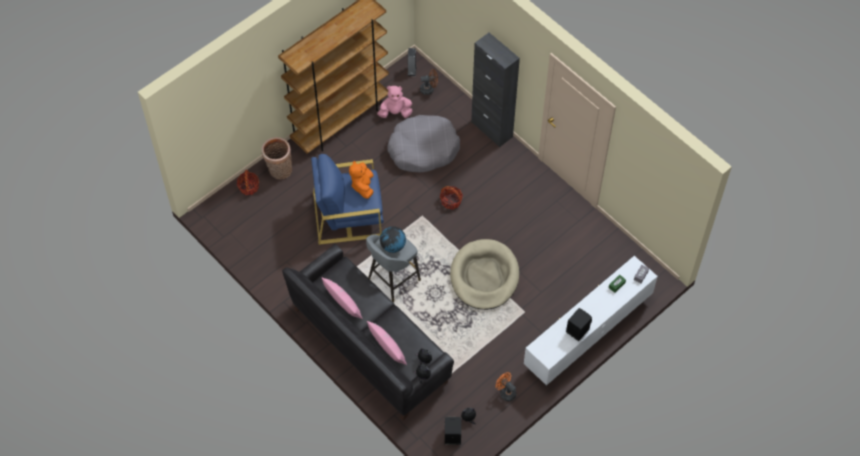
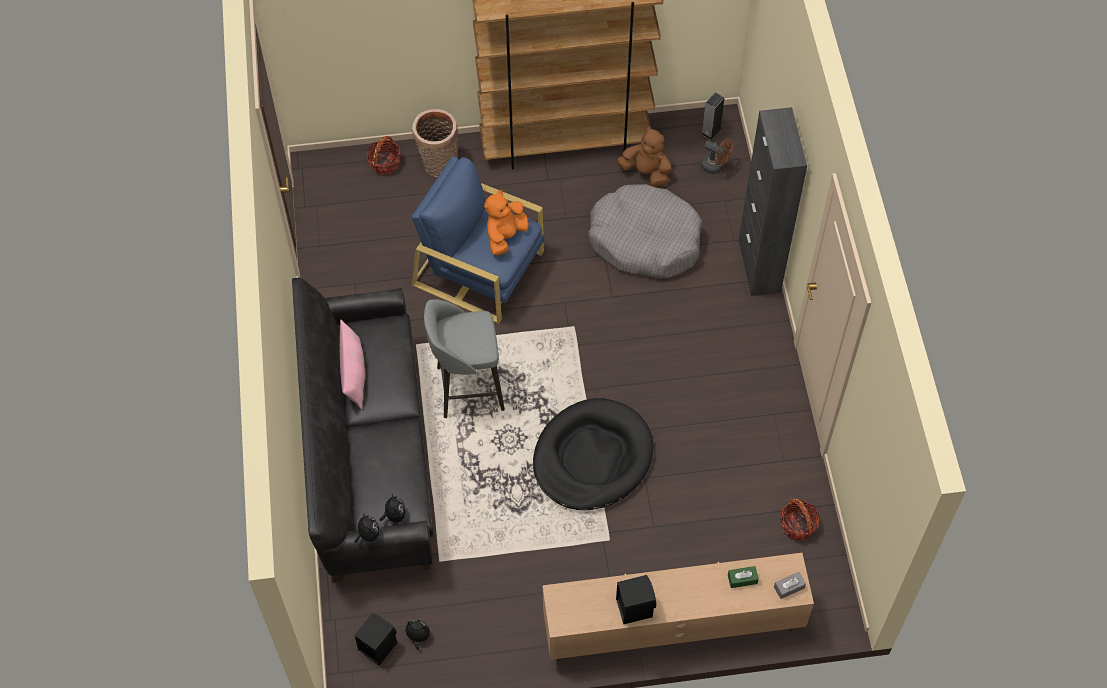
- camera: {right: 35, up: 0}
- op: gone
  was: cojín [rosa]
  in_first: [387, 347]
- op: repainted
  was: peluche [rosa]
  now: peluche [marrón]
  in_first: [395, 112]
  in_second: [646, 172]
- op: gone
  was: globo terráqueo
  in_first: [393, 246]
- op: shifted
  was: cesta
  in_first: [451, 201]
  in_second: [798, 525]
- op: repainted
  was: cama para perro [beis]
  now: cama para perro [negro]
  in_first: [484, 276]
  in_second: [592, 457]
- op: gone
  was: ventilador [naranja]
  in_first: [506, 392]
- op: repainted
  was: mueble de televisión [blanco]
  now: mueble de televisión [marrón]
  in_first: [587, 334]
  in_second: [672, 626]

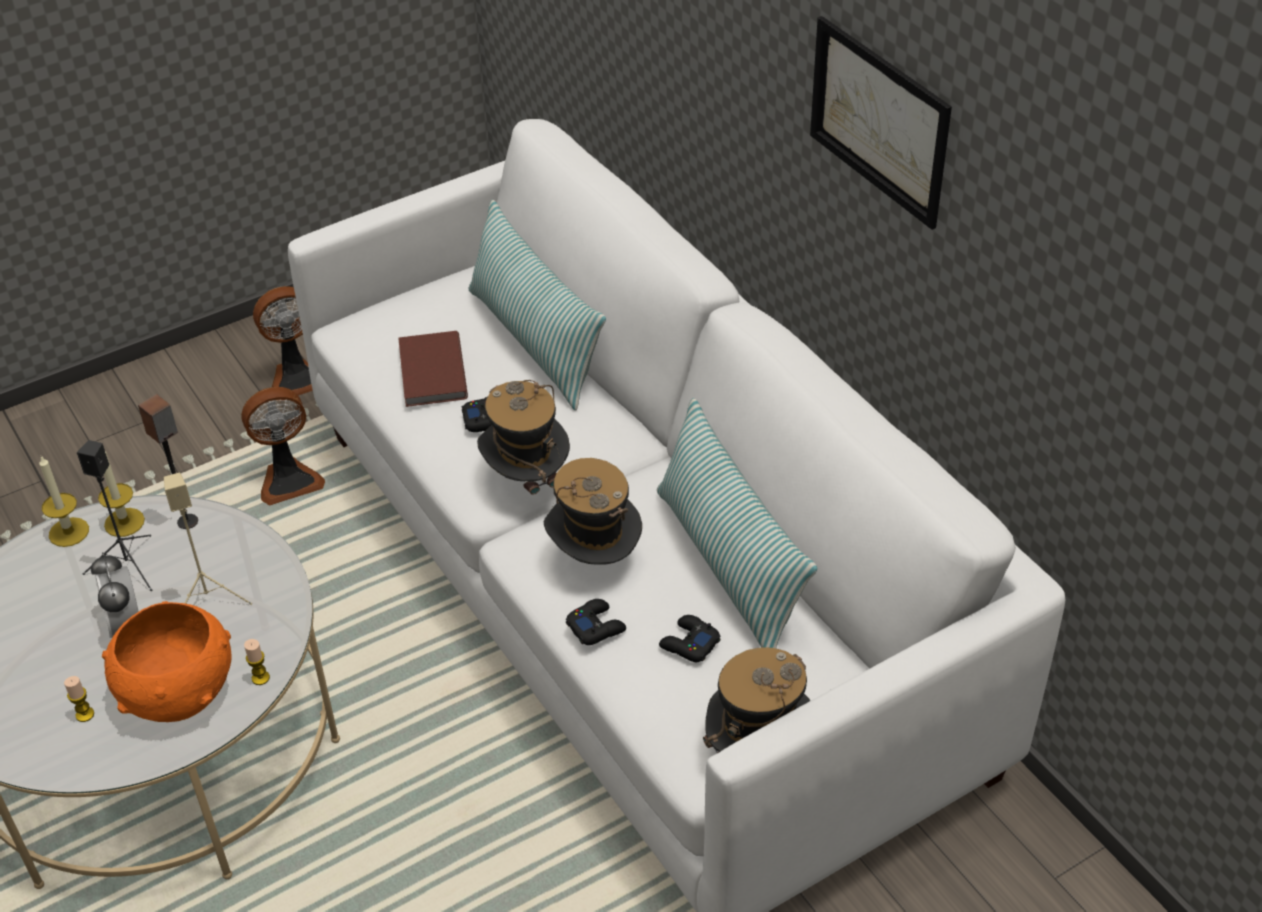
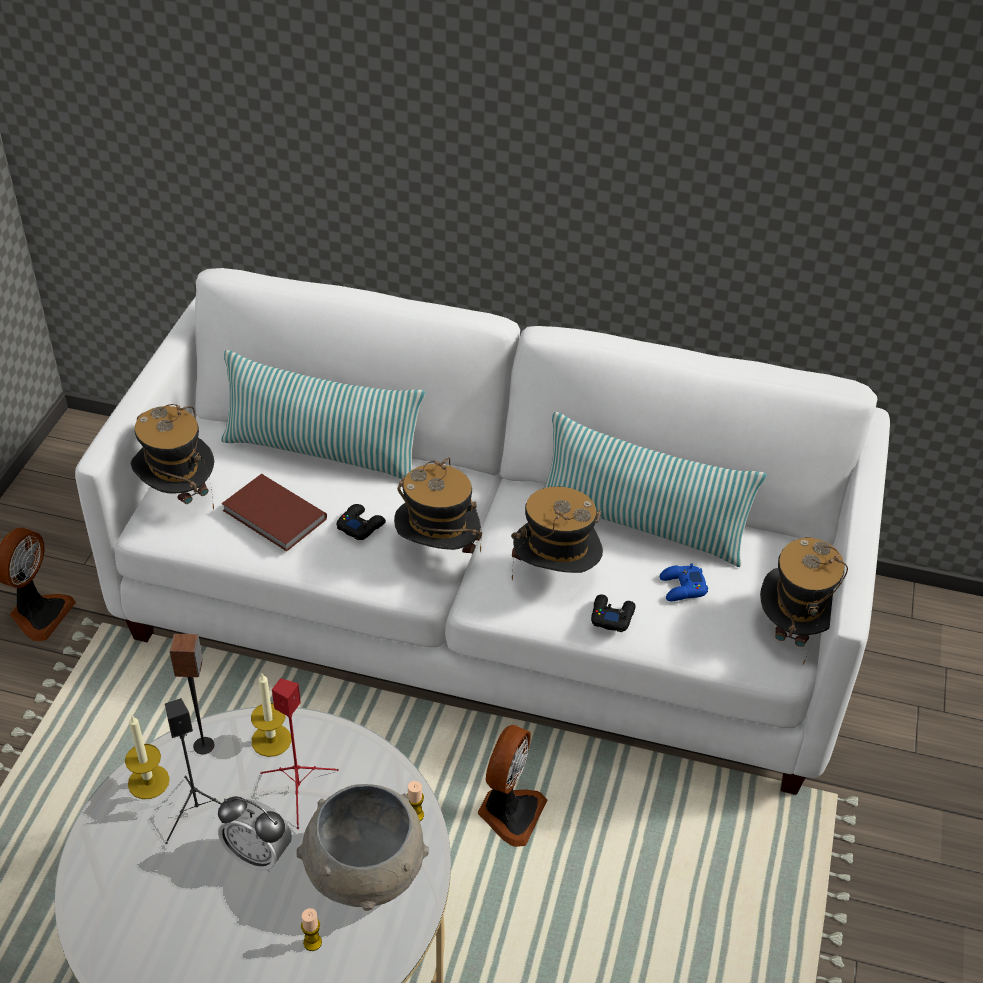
- camera: {right: -45, up: 0}
- op: shifted
  was: vela
  in_first: [69, 532]
  in_second: [271, 740]
- op: repainted
  was: cuenco [naranja]
  now: cuenco [gris]
  in_first: [178, 692]
  in_second: [365, 871]
- op: repainted
  was: altavoz [beis]
  now: altavoz [rojo]
  in_first: [209, 599]
  in_second: [299, 789]
- op: shifted
  was: ventilador
  in_first: [289, 480]
  in_second: [509, 813]
- op: repainted
  was: mando de consola [negro]
  now: mando de consola [azul]
  in_first: [689, 644]
  in_second: [682, 588]
- op: gone
  was: cuadro
  in_first: [878, 121]
- op: new
  now: sombrero
  in_second: [178, 495]

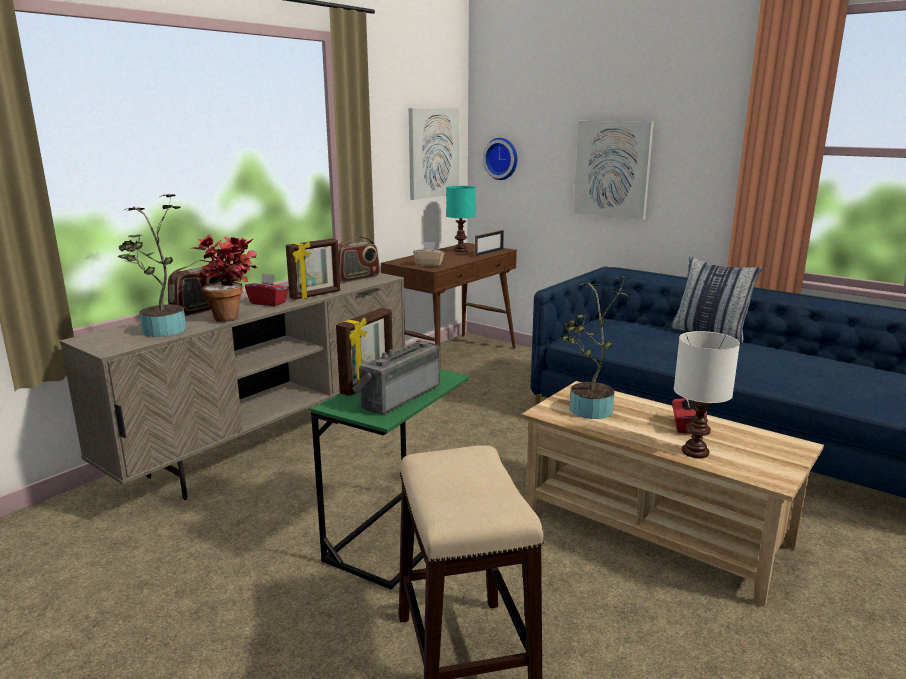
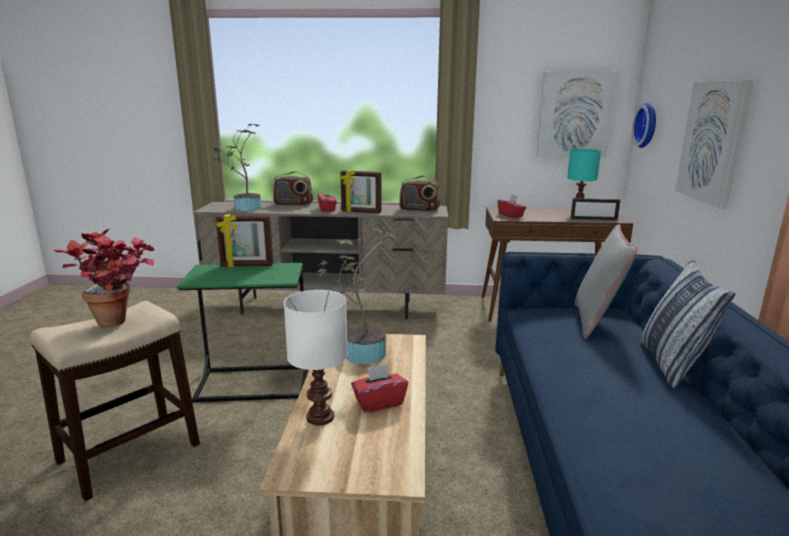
- camera: {right: 55, up: 0}
- op: shifted
  was: planta en maceta
  in_first: [234, 317]
  in_second: [121, 323]
- op: gone
  was: radio
  in_first: [397, 396]
- op: repainted
  was: caja de pañuelos [beis]
  now: caja de pañuelos [rojo]
  in_first: [429, 264]
  in_second: [511, 215]
- op: new
  now: cojín [gris]
  in_second: [596, 322]

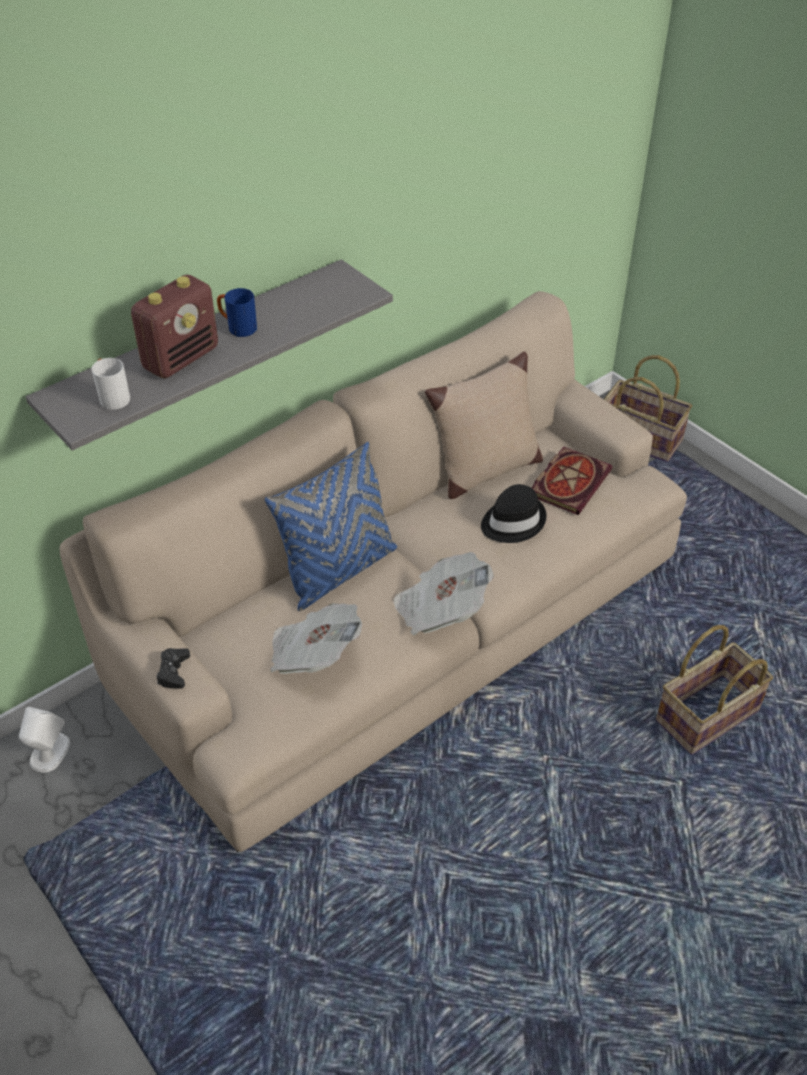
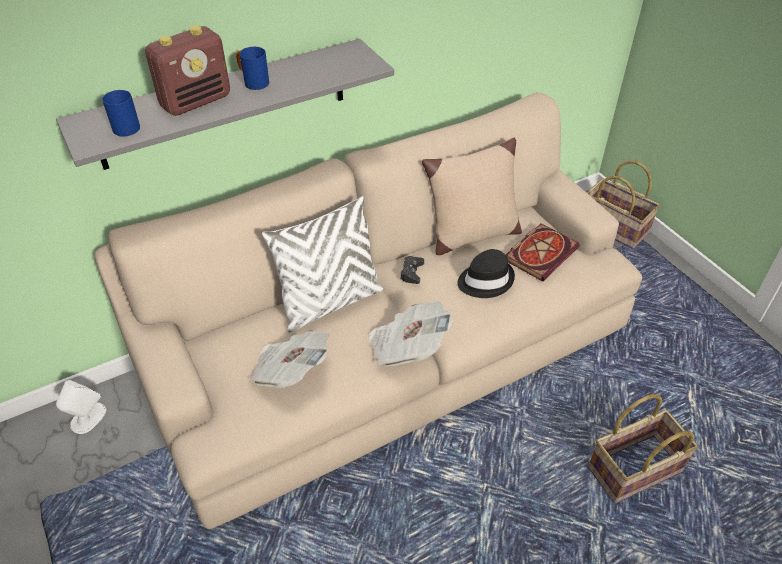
- camera: {right: 10, up: 0}
- op: repainted
  was: taza grande [blanco]
  now: taza grande [azul]
  in_first: [112, 397]
  in_second: [126, 126]
- op: shifted
  was: mando de consola [negro]
  in_first: [173, 672]
  in_second: [411, 273]
- op: repainted
  was: cojín [azul]
  now: cojín [blanco]
  in_first: [338, 570]
  in_second: [330, 302]

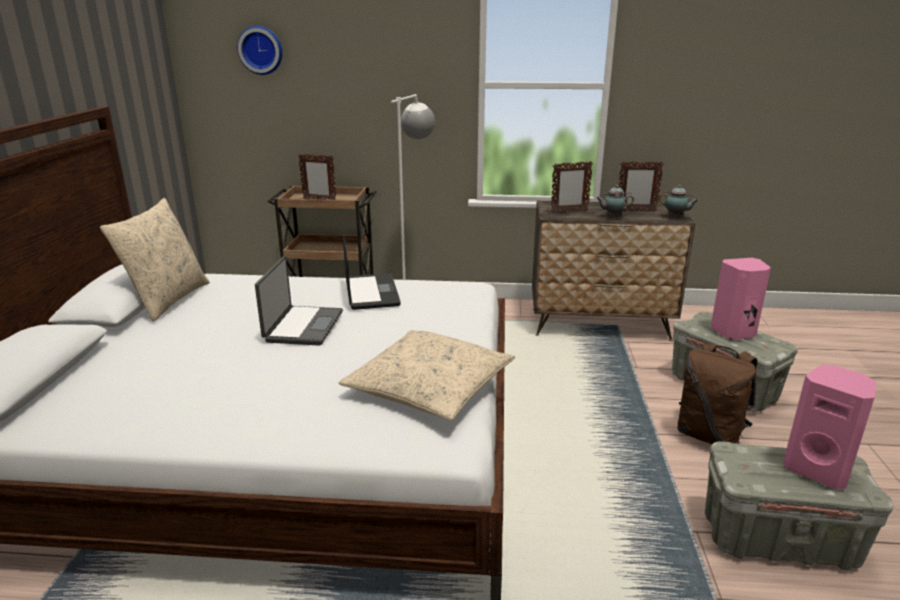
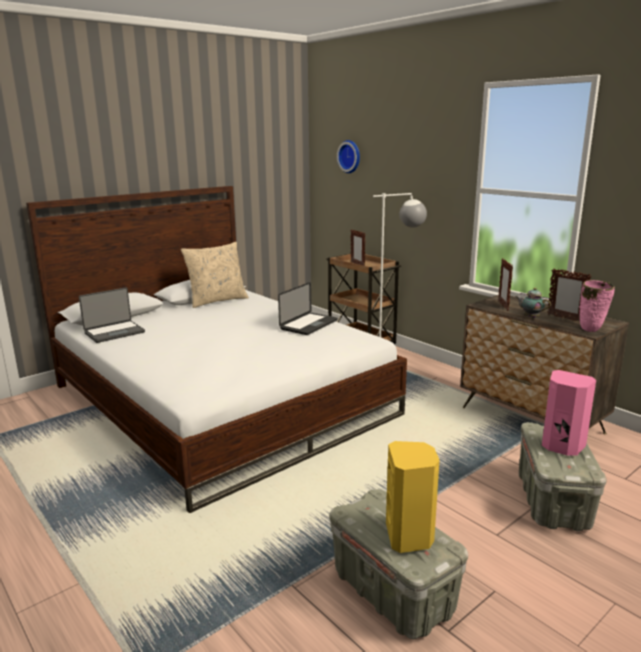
- camera: {right: 45, up: -5}
- op: shifted
  was: portátil
  in_first: [302, 326]
  in_second: [114, 332]
- op: gone
  was: cojín [beis]
  in_first: [429, 387]
- op: rotated
  was: portarretratos
  in_first: [569, 212]
  in_second: [503, 306]
  clockwise: 60
- op: swapped
  was: tetera
  now: florero [rosa]
  in_first: [676, 217]
  in_second: [591, 330]
- op: gone
  was: mochila [marrón]
  in_first: [709, 435]
- op: repainted
  was: altavoz [rosa]
  now: altavoz [amarillo]
  in_first: [817, 470]
  in_second: [410, 536]

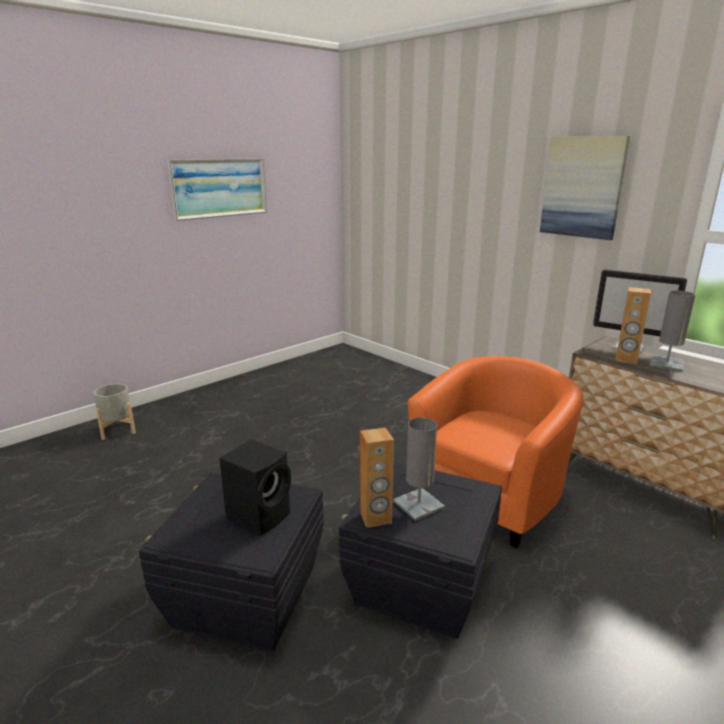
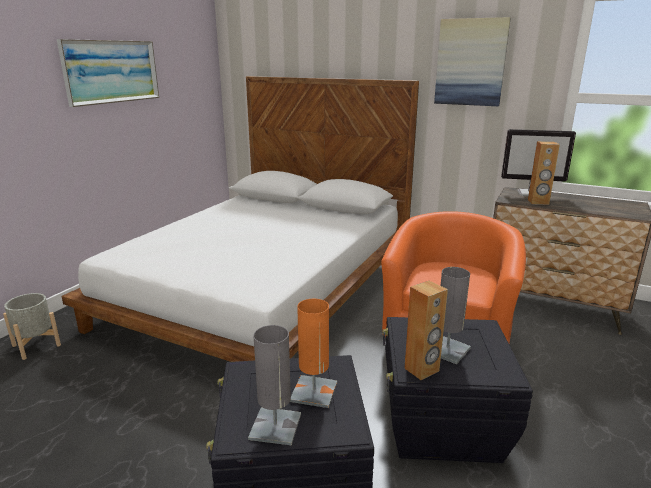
- camera: {right: -20, up: 0}
- op: swapped
  was: altavoz [negro]
  now: lámpara de mesa [naranja]
  in_first: [260, 515]
  in_second: [314, 392]
- op: shifted
  was: lámpara de mesa [gris]
  in_first: [666, 364]
  in_second: [275, 426]
- op: new
  now: cama [blanco]
  in_second: [265, 290]

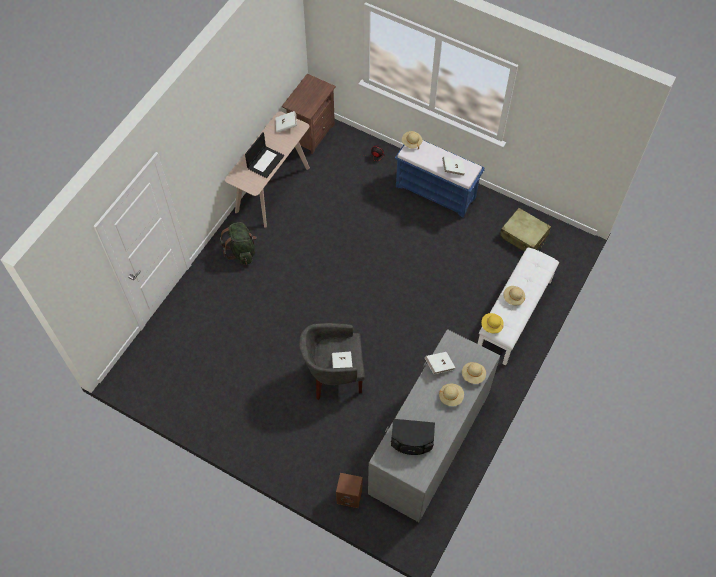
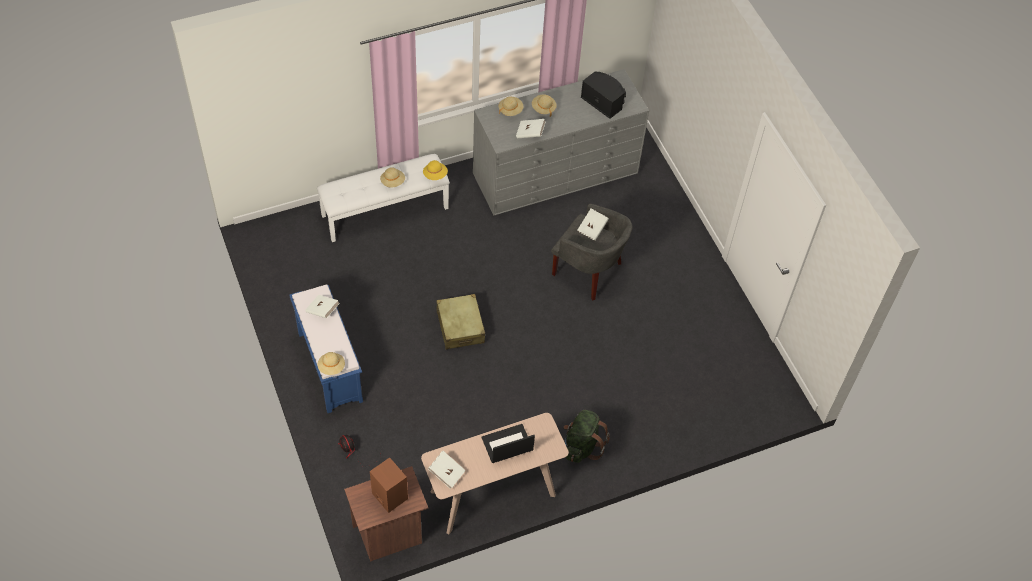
- camera: {right: -145, up: -5}
- op: shifted
  was: altavoz [marrón]
  in_first: [350, 496]
  in_second: [388, 496]
- op: shifted
  was: maleta [beis]
  in_first: [524, 236]
  in_second: [460, 326]

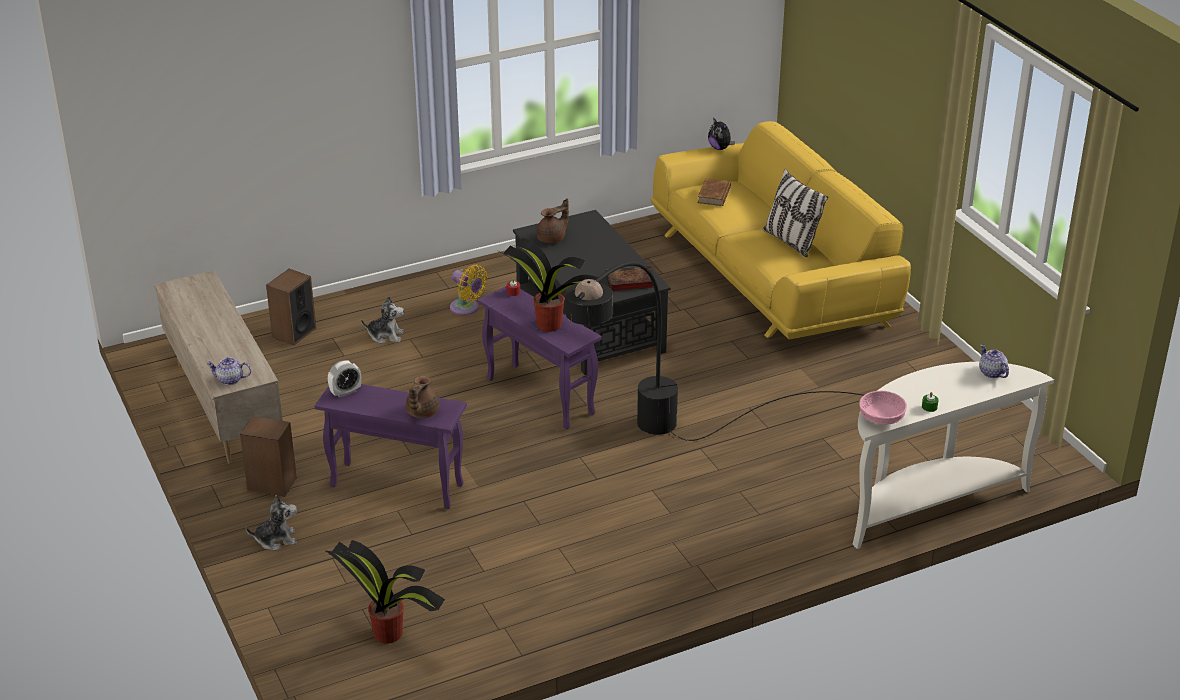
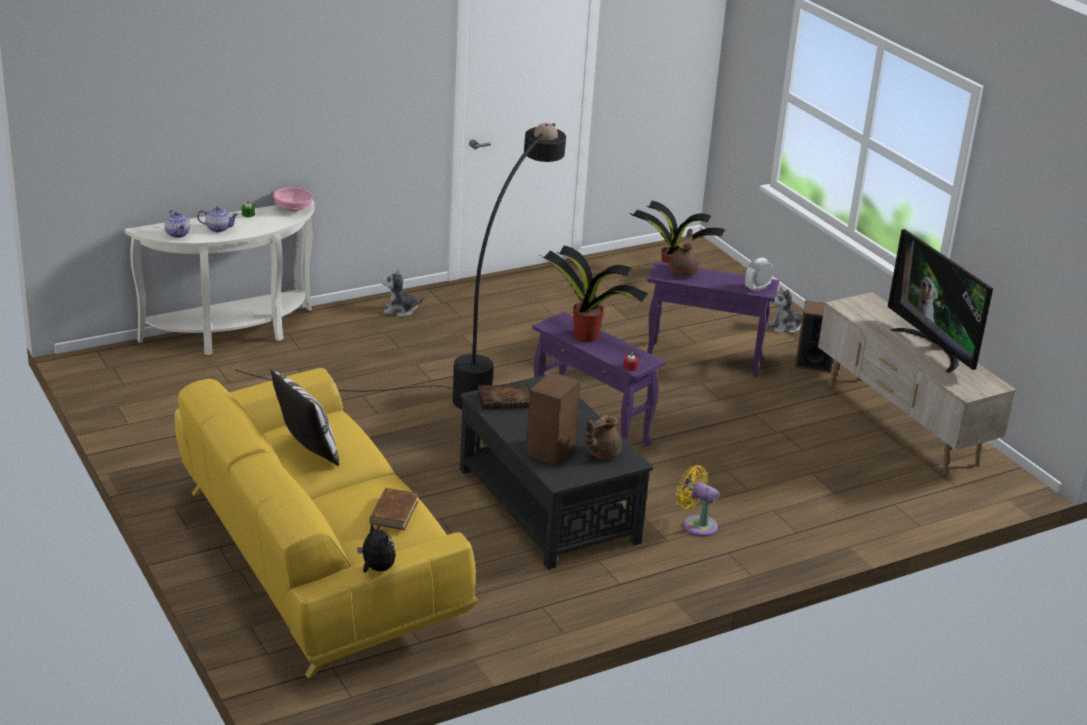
- camera: {right: 175, up: -5}
- op: shifted
  was: tetera
  in_first: [230, 380]
  in_second: [218, 228]
- op: shifted
  was: altavoz
  in_first: [294, 333]
  in_second: [551, 451]
- op: shifted
  was: peluche
  in_first: [386, 336]
  in_second: [400, 310]
- op: new
  now: televisor
  in_second: [933, 348]

